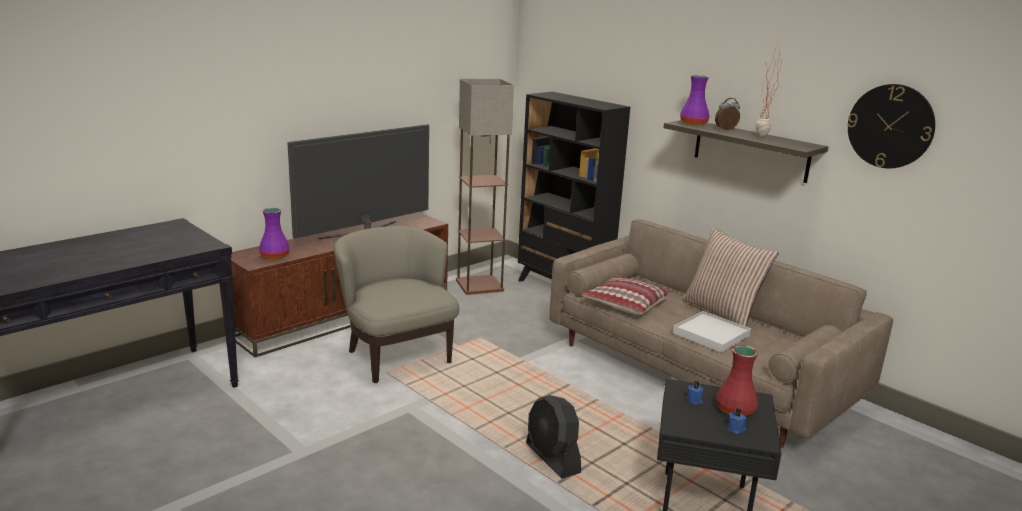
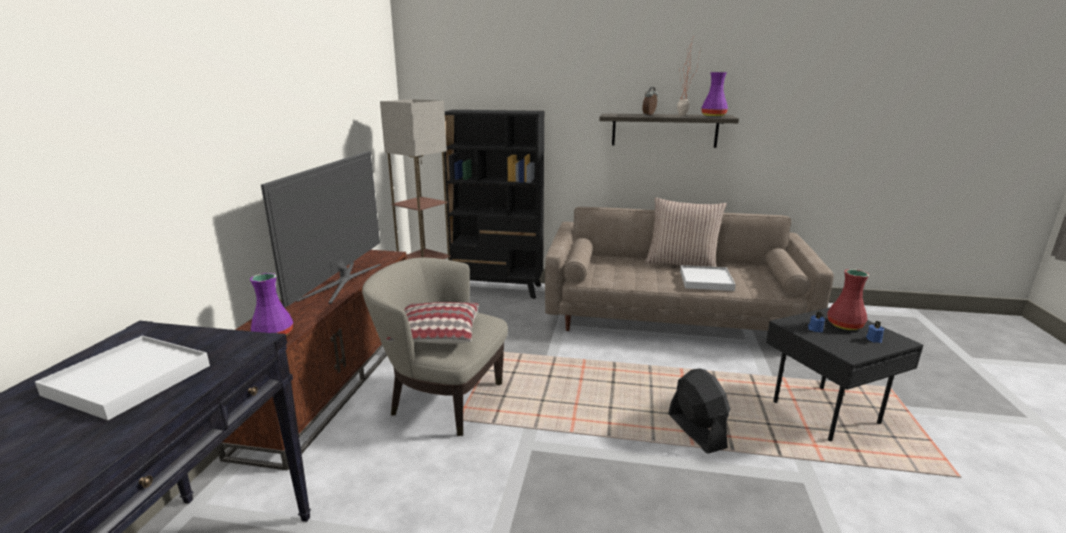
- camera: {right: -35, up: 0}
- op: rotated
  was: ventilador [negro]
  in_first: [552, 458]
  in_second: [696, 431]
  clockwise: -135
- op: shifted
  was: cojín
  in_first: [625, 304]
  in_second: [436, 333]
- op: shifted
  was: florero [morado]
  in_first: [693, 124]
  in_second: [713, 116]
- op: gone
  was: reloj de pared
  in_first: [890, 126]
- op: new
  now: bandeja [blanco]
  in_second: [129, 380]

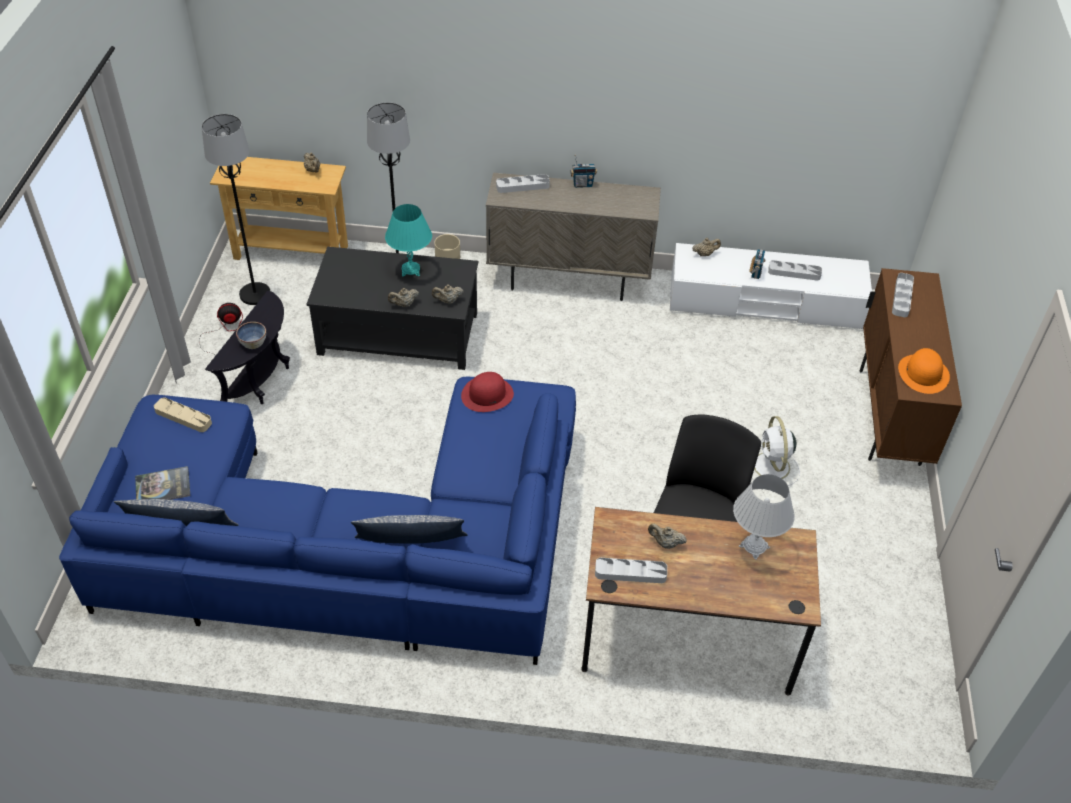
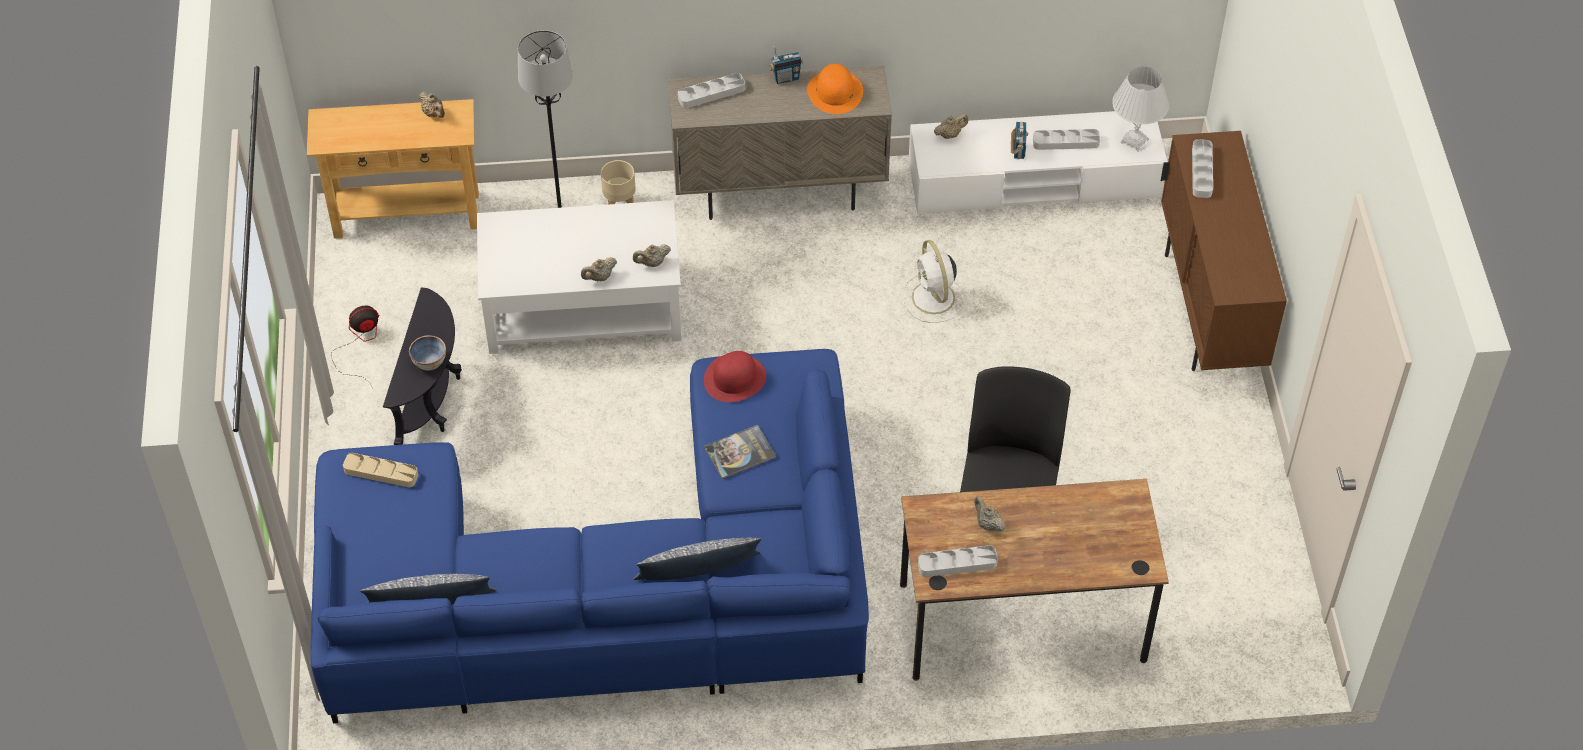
- camera: {right: -10, up: 5}
- op: shifted
  was: libro
  in_first: [163, 486]
  in_second: [740, 452]
- op: gone
  was: lámpara de pie [negro]
  in_first: [255, 294]
- op: repainted
  was: mesa de centro [negro]
  now: mesa de centro [blanco]
  in_first: [397, 333]
  in_second: [582, 306]
- op: gone
  was: lámpara de mesa [turquesa]
  in_first: [410, 270]
- op: rotated
  was: tetera [beis]
  in_first: [665, 543]
  in_second: [987, 524]
  clockwise: 45
- op: shifted
  was: lámpara de mesa [blanco]
  in_first: [754, 547]
  in_second: [1134, 141]
- op: shifted
  was: ventilador [blanco]
  in_first: [772, 467]
  in_second: [934, 299]
- op: shifted
  was: sombrero [naranja]
  in_first: [923, 374]
  in_second: [835, 92]

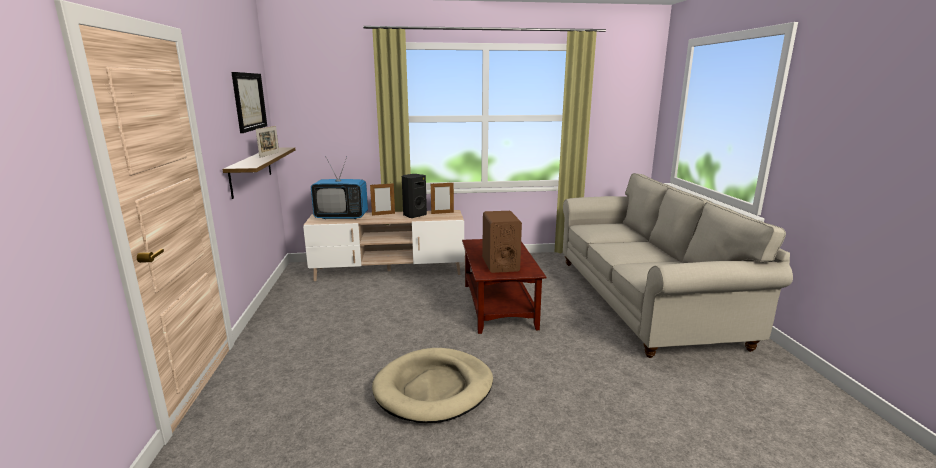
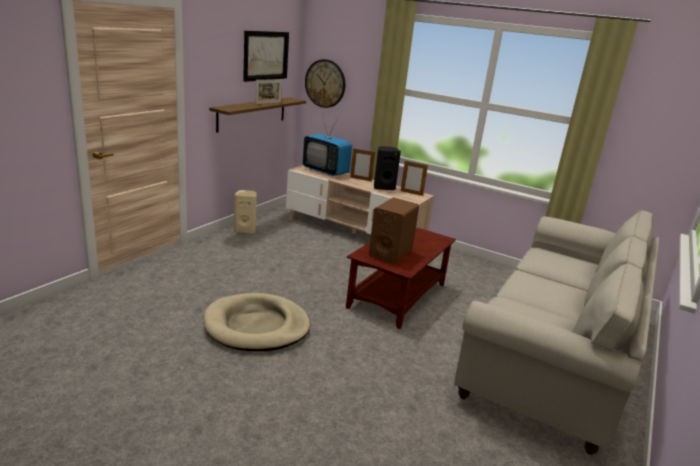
- camera: {right: 35, up: 5}
- op: new
  now: altavoz [beis]
  in_second: [245, 230]
- op: new
  now: reloj de pared
  in_second: [325, 83]

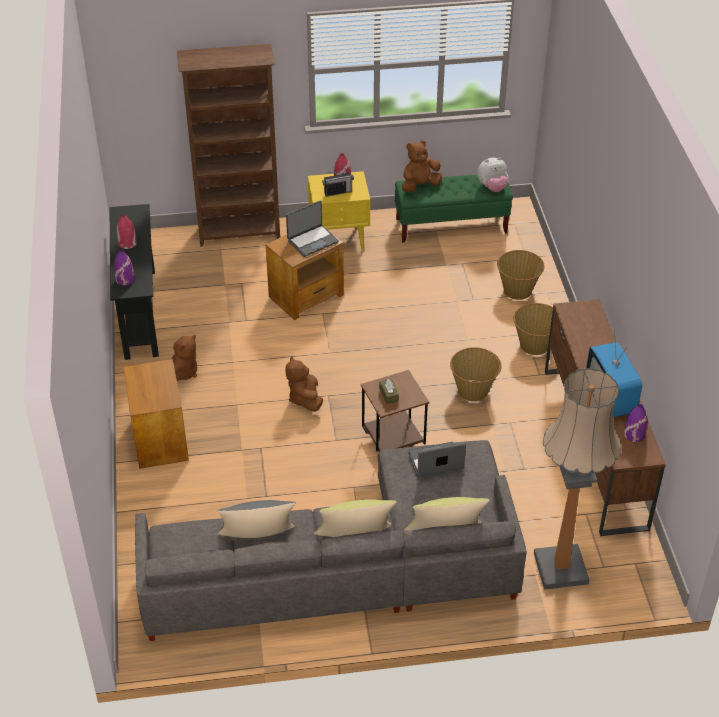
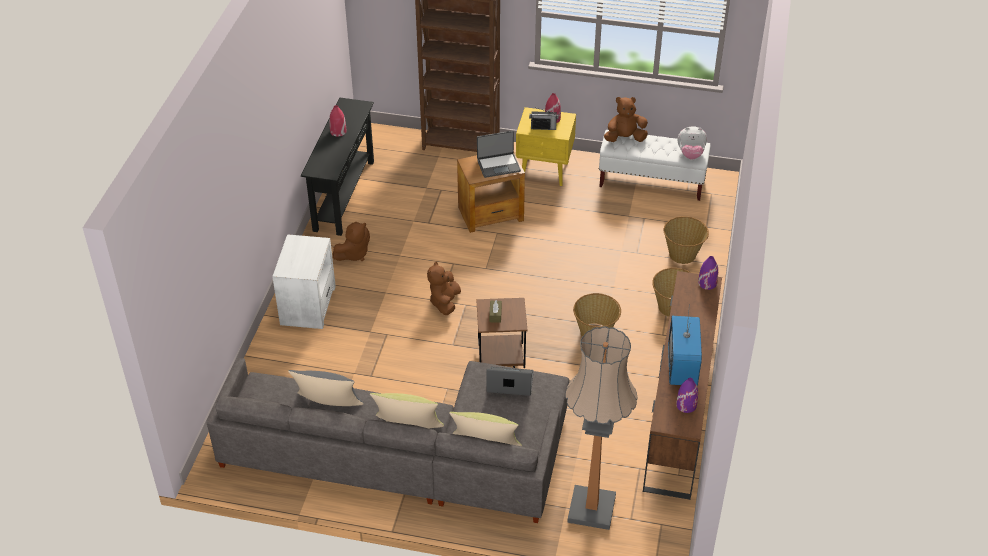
- camera: {right: 20, up: 0}
- op: shifted
  was: florero [morado]
  in_first: [125, 279]
  in_second: [707, 283]
- op: repainted
  was: mesa auxiliar [marrón]
  now: mesa auxiliar [blanco]
  in_first: [160, 439]
  in_second: [308, 305]
- op: repainted
  was: banco [verde]
  now: banco [blanco]
  in_first: [451, 226]
  in_second: [652, 182]

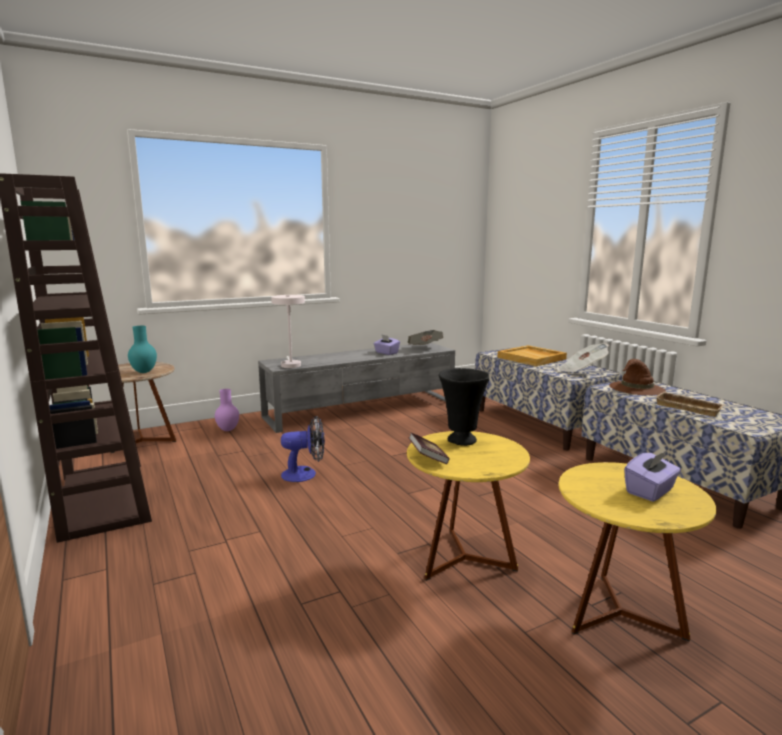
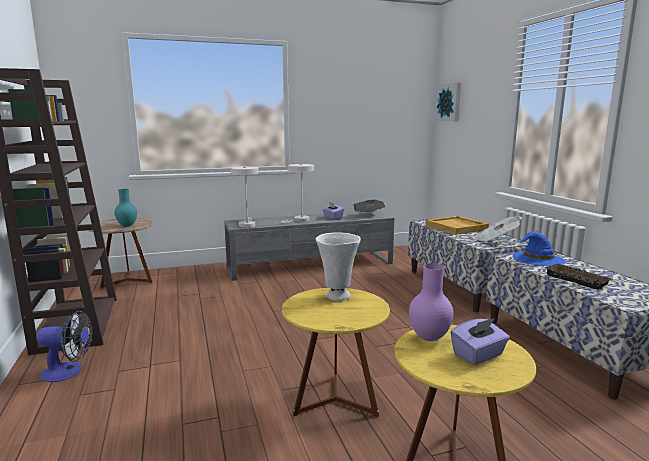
- camera: {right: 10, up: 0}
- op: shifted
  was: florero [morado]
  in_first: [228, 430]
  in_second: [428, 337]
- op: shifted
  was: ventilador
  in_first: [305, 474]
  in_second: [68, 372]
- op: gone
  was: libro
  in_first: [428, 458]
- op: repainted
  was: florero [negro]
  now: florero [blanco]
  in_first: [462, 441]
  in_second: [337, 297]
- op: repainted
  was: sombrero [marrón]
  now: sombrero [azul]
  in_first: [636, 388]
  in_second: [538, 259]
- op: repainted
  was: bandeja [beis]
  now: bandeja [negro]
  in_first: [689, 408]
  in_second: [578, 280]
- op: new
  now: lámpara de mesa [blanco]
  in_second: [299, 220]
- op: new
  now: cuadro
  in_second: [449, 102]

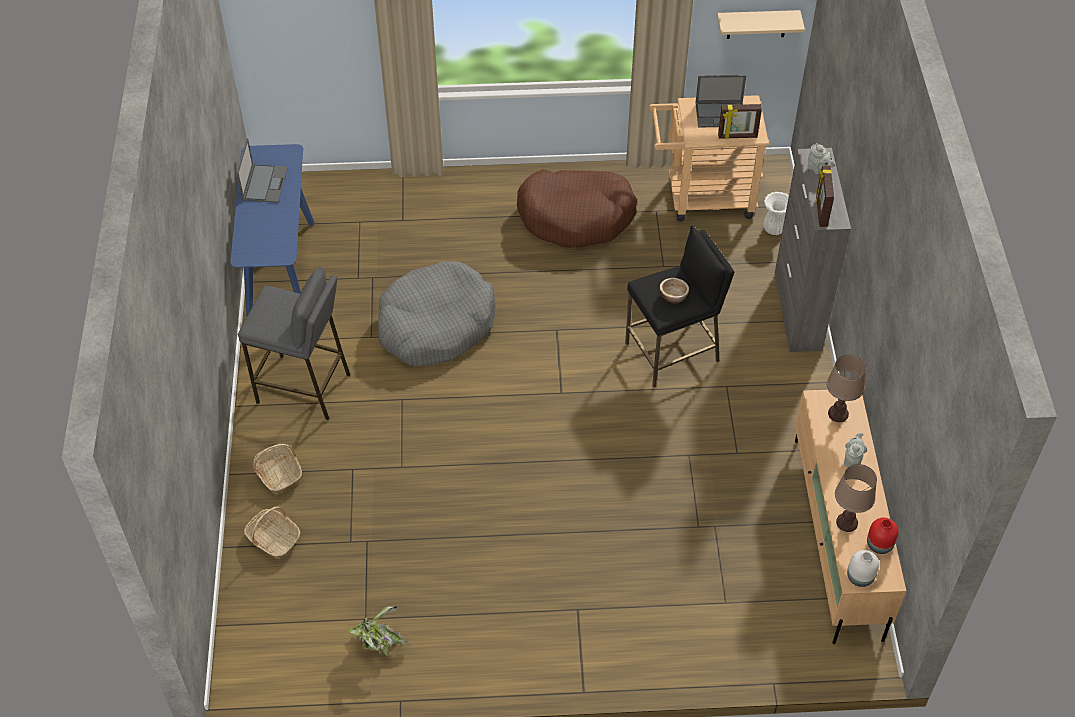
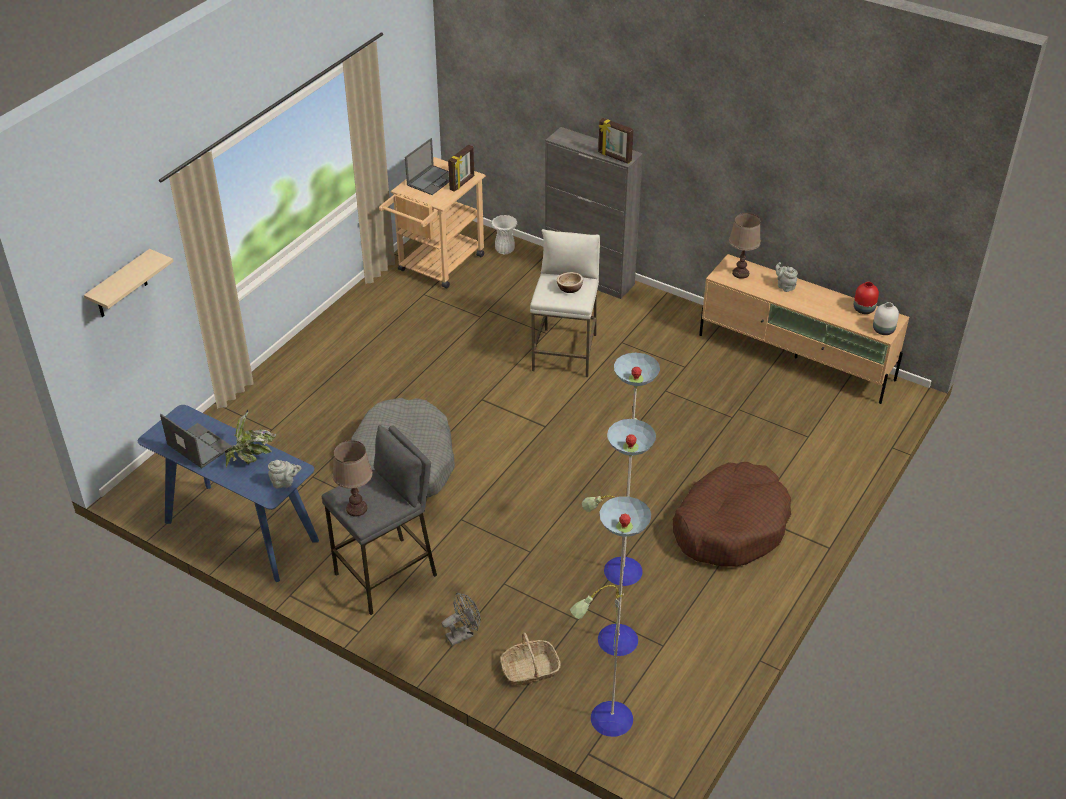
- camera: {right: -55, up: -10}
- op: swapped
  was: cesta
  now: ventilador [gris]
  in_first: [279, 473]
  in_second: [463, 634]
- op: shifted
  was: planta en maceta
  in_first: [378, 643]
  in_second: [251, 458]
- op: shifted
  was: cama para perro [marrón]
  in_first: [576, 216]
  in_second: [730, 526]
- op: repainted
  was: taburete [negro]
  now: taburete [blanco]
  in_first: [672, 352]
  in_second: [565, 352]
- op: shifted
  was: estante [beis]
  in_first: [757, 24]
  in_second: [120, 285]
- op: shifted
  was: tetera [gris]
  in_first: [818, 169]
  in_second: [285, 483]
- op: shifted
  was: lámpara de mesa [marrón]
  in_first: [847, 522]
  in_second: [357, 508]
- op: new
  now: lámpara de pie
  in_second: [614, 639]

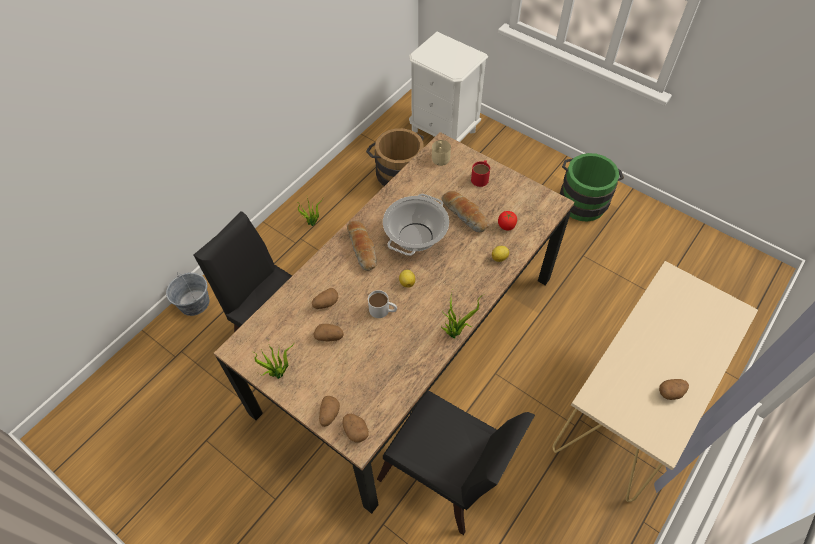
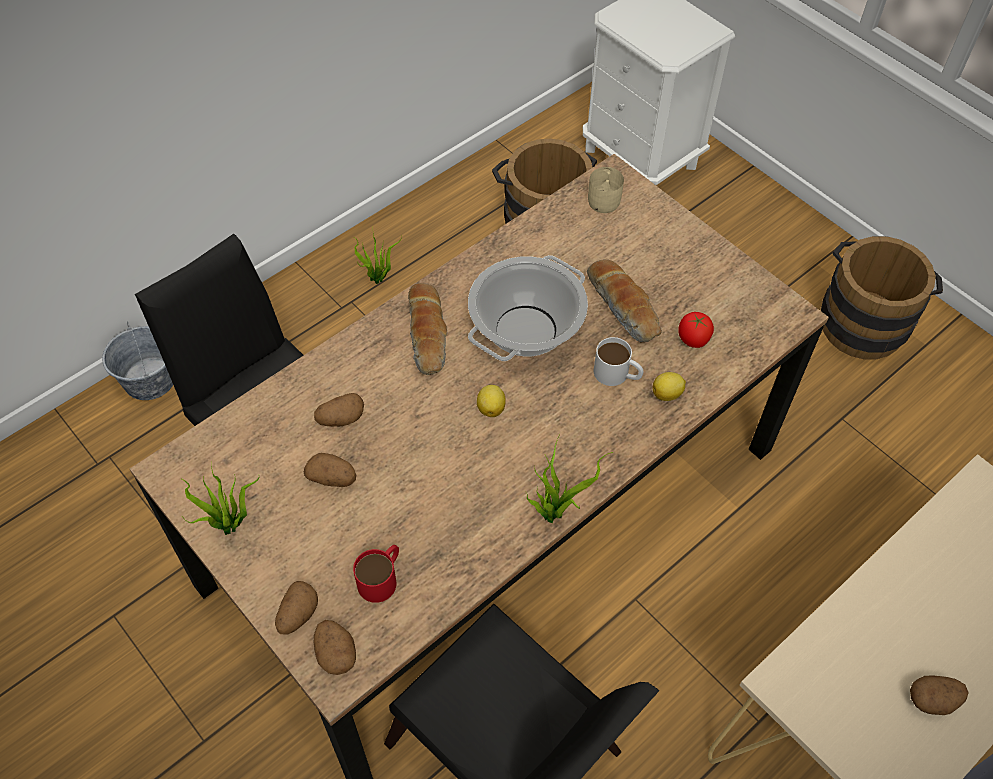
- camera: {right: 10, up: 0}
- op: shifted
  was: taza grande [blanco]
  in_first: [383, 310]
  in_second: [617, 374]
- op: shifted
  was: taza grande [rojo]
  in_first: [481, 177]
  in_second: [382, 577]
- op: repainted
  was: cubo [verde]
  now: cubo [marrón]
  in_first: [583, 200]
  in_second: [864, 319]

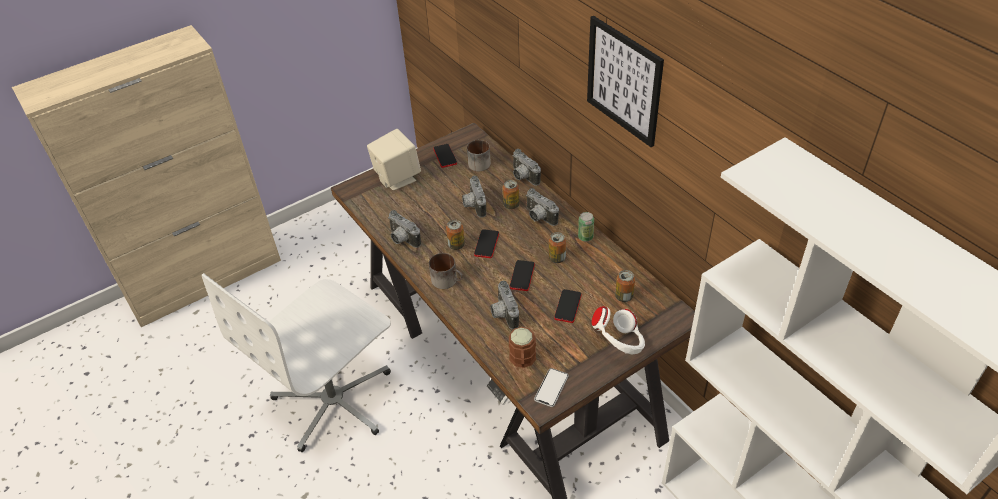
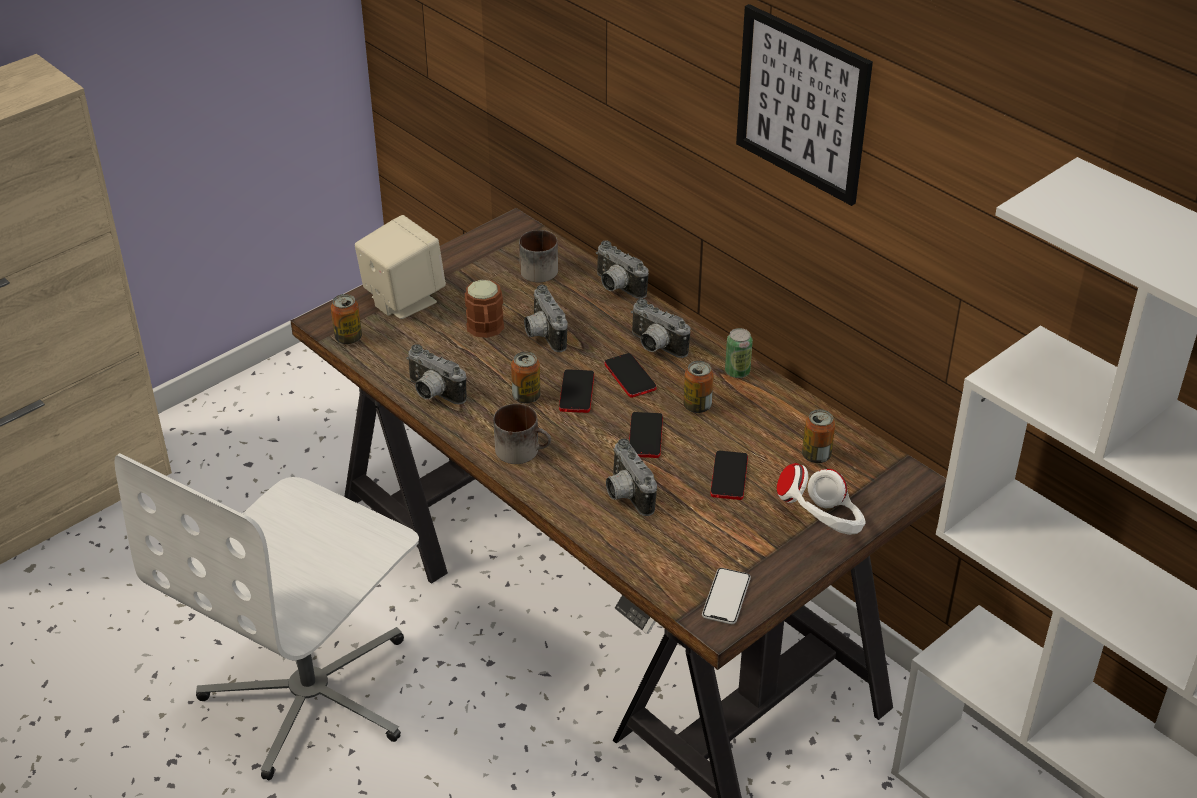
- camera: {right: -10, up: -5}
- op: shifted
  was: móvil
  in_first: [445, 156]
  in_second: [630, 376]
- op: shifted
  was: lata
  in_first: [511, 205]
  in_second: [348, 338]
- op: shifted
  was: taza grande [marrón]
  in_first: [522, 361]
  in_second: [486, 330]

